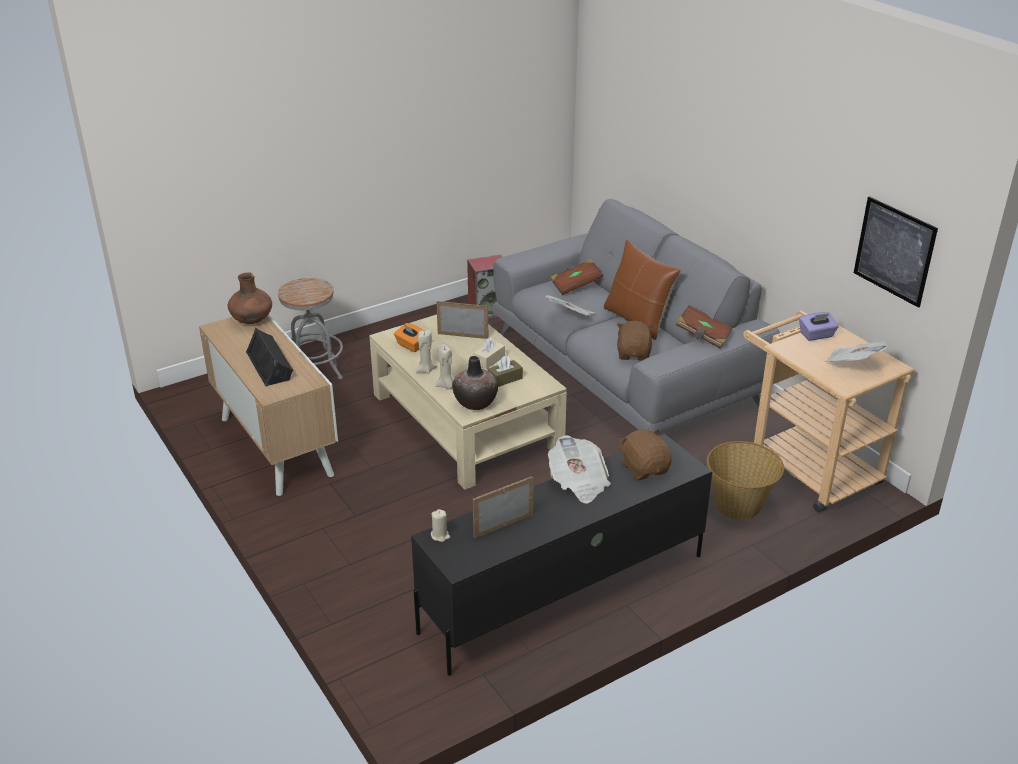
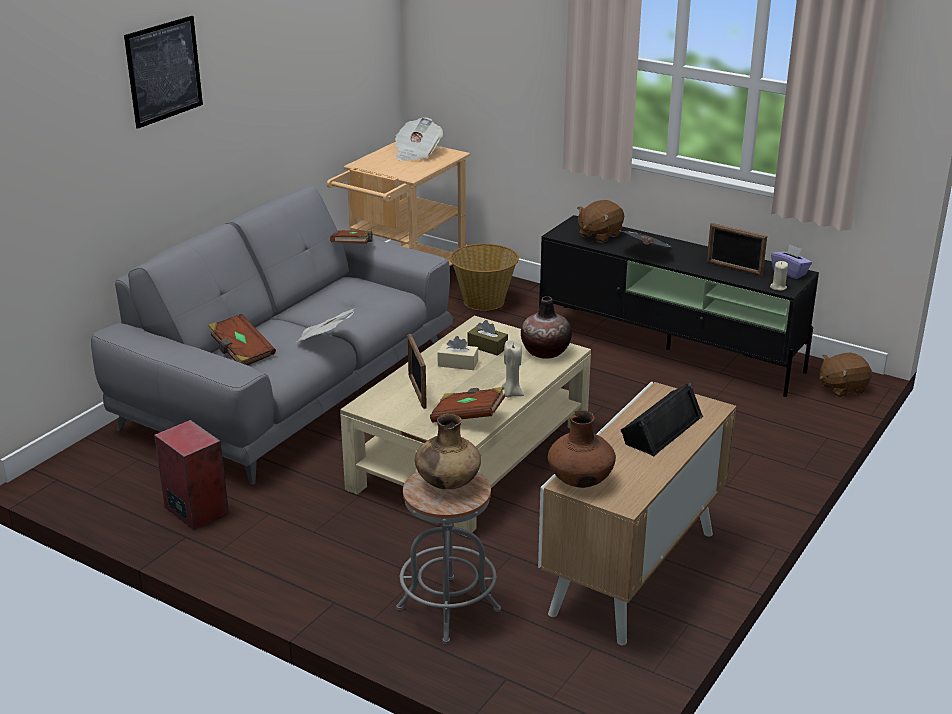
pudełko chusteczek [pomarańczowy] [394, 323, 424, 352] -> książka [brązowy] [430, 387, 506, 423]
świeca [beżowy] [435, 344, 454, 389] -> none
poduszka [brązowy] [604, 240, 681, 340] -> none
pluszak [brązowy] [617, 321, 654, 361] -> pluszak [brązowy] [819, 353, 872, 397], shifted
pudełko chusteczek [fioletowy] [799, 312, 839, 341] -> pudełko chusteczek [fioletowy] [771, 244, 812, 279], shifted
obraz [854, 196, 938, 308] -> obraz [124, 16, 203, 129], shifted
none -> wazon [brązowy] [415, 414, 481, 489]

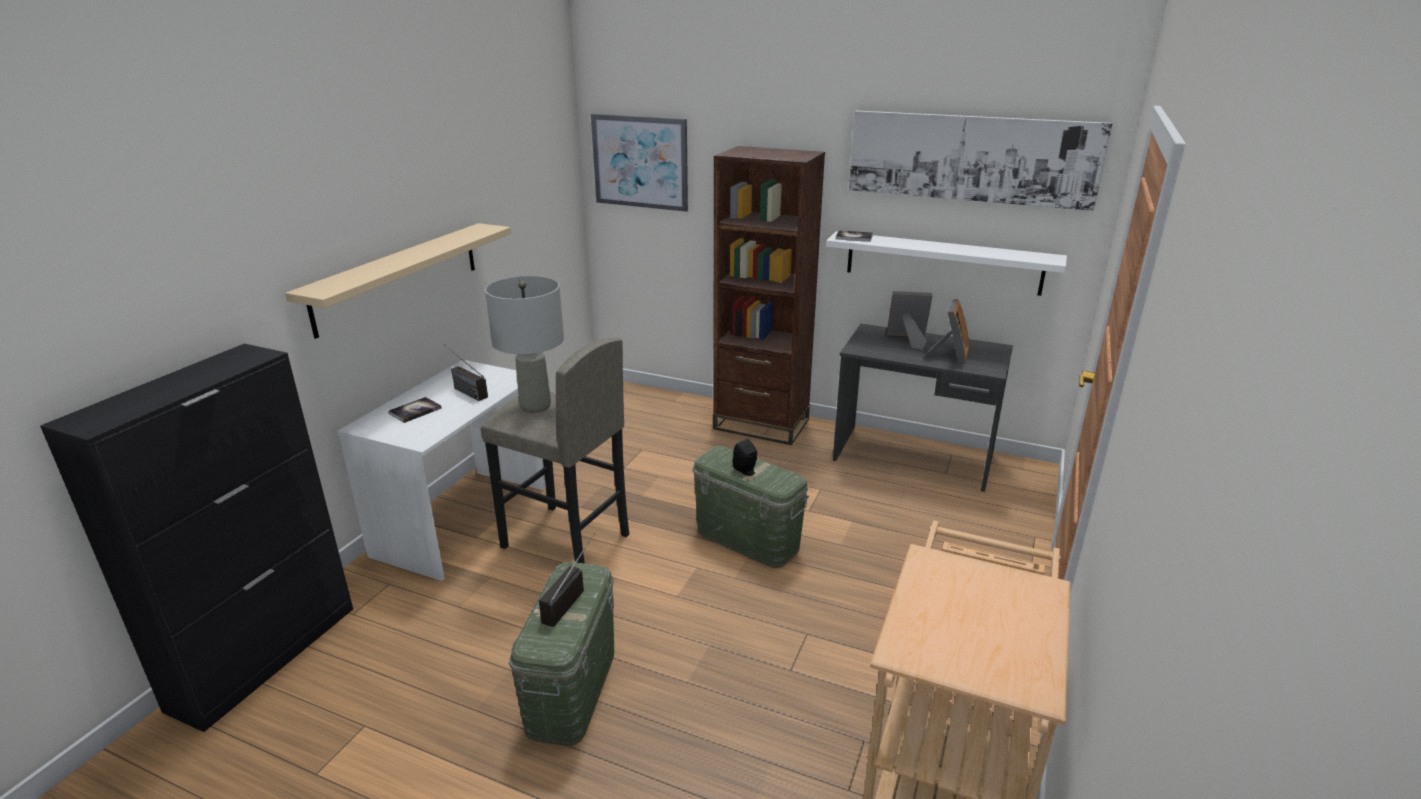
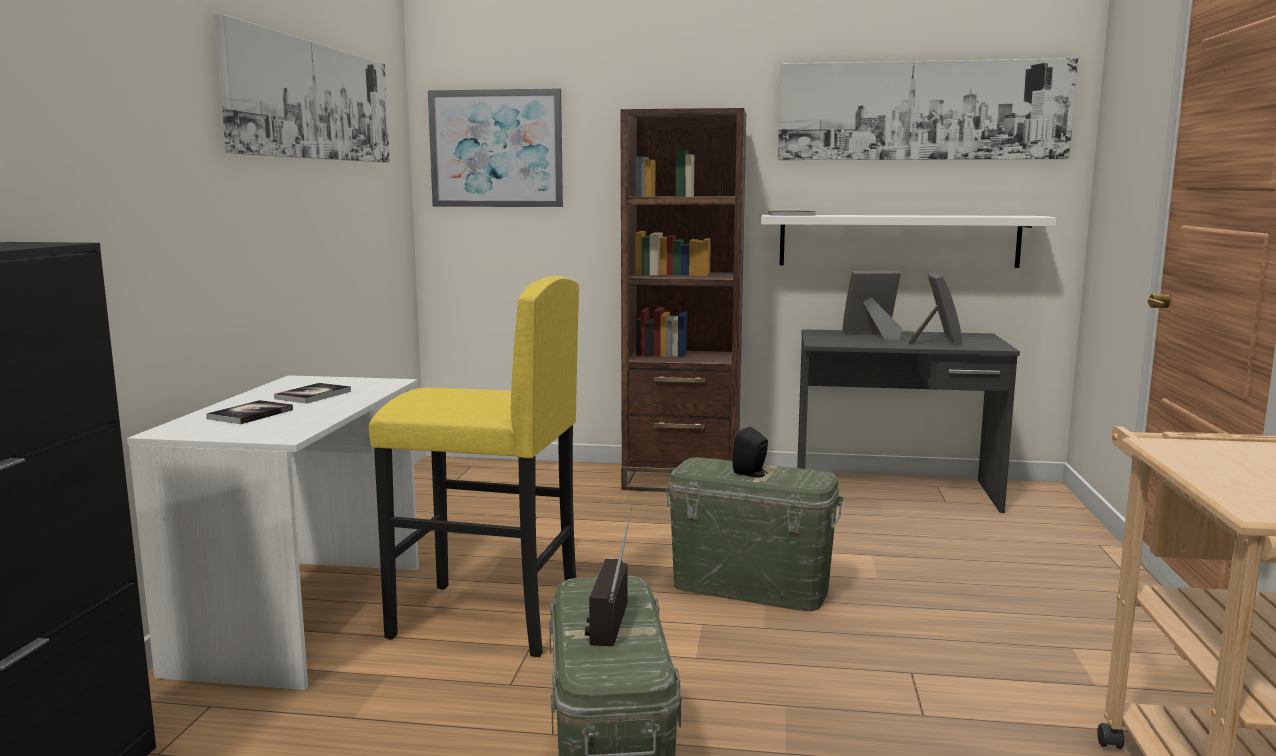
półka [beżowy] [285, 223, 511, 339] -> none
radio [444, 344, 488, 401] -> książka [274, 383, 351, 404]
stołek [szary] [480, 338, 629, 563] -> stołek [żółty] [369, 276, 579, 657]
lampa stołowa [szary] [485, 276, 564, 413] -> none
none -> obraz [214, 14, 390, 162]

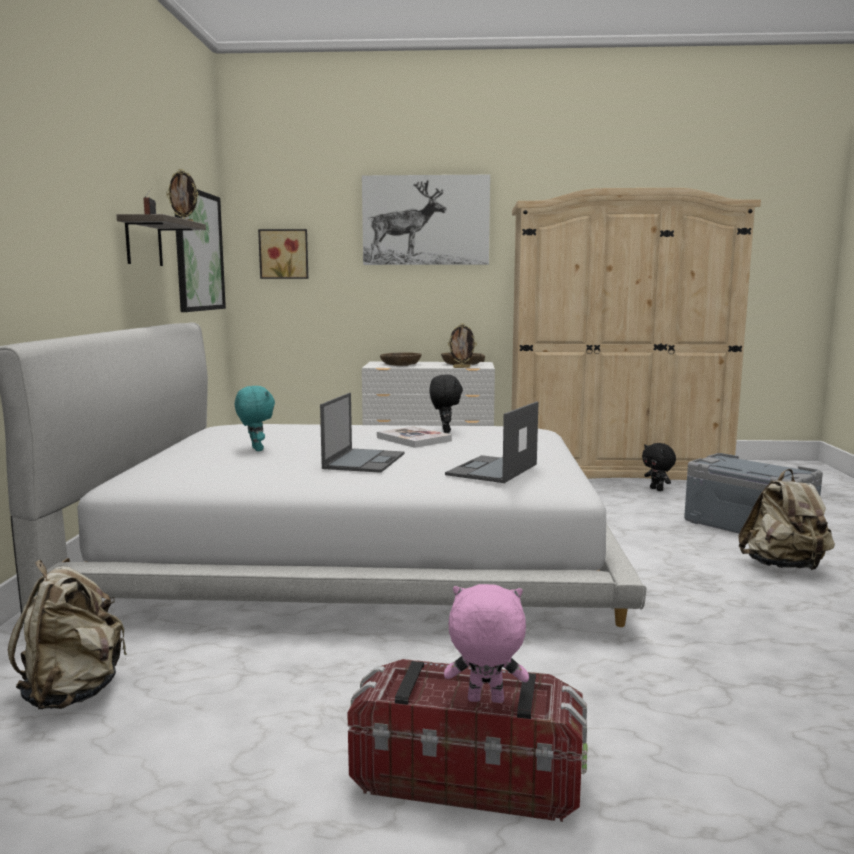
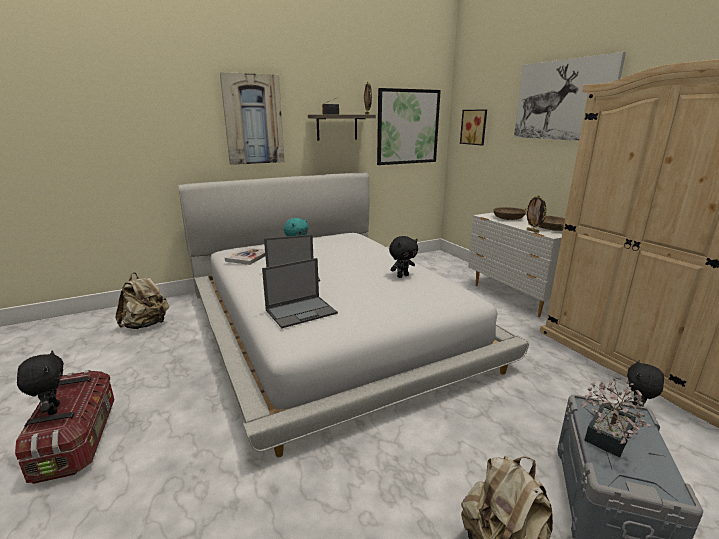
książka [377, 426, 452, 448] -> książka [225, 247, 265, 265], shifted
pluszak [różowy] [444, 584, 529, 703] -> pluszak [czarny] [17, 350, 64, 415]
laptop [445, 401, 538, 483] -> laptop [262, 258, 338, 328], 150 degrees clockwise
none -> obraz [220, 72, 284, 165]
none -> roślina doniczkowa [582, 377, 651, 458]

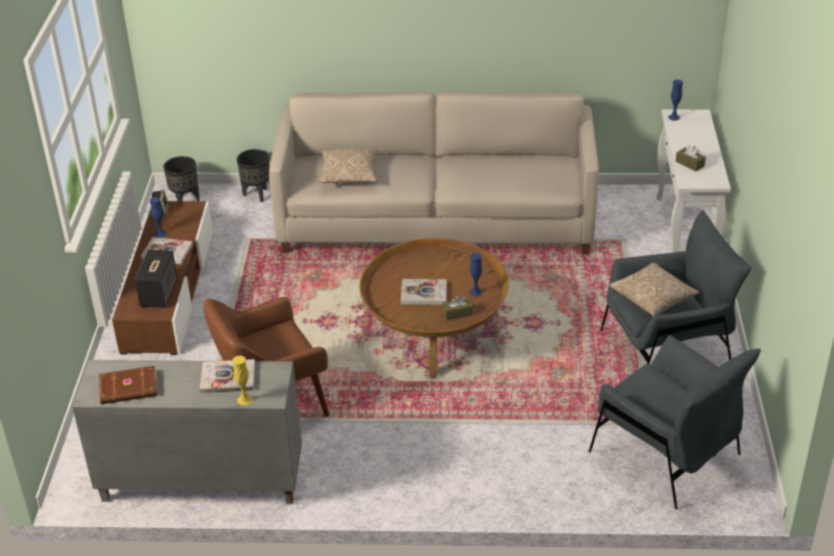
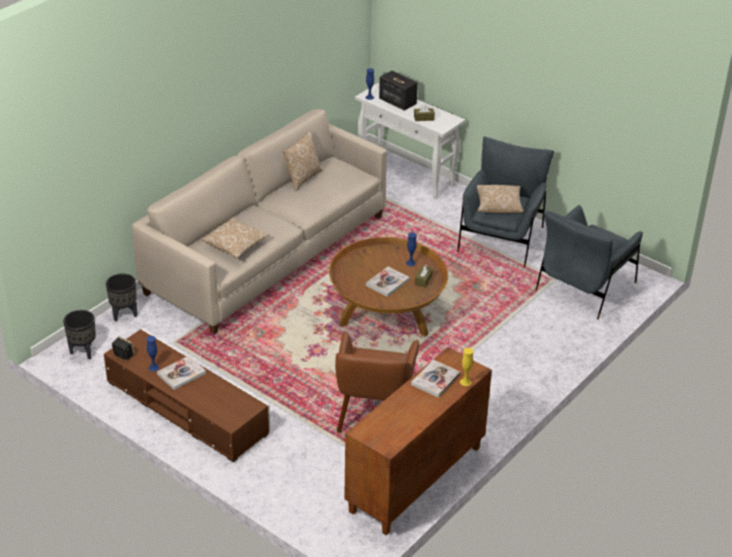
szafka [szary] [72, 360, 302, 504] -> szafka [brązowy] [344, 347, 492, 536]
książka [brązowy] [99, 366, 157, 404] -> none
głośnik [135, 250, 177, 308] -> głośnik [379, 71, 418, 111], shifted
fotel [szary] [589, 335, 761, 510] -> fotel [szary] [536, 205, 643, 319], 135 degrees clockwise
none -> poduszka [283, 131, 322, 191]

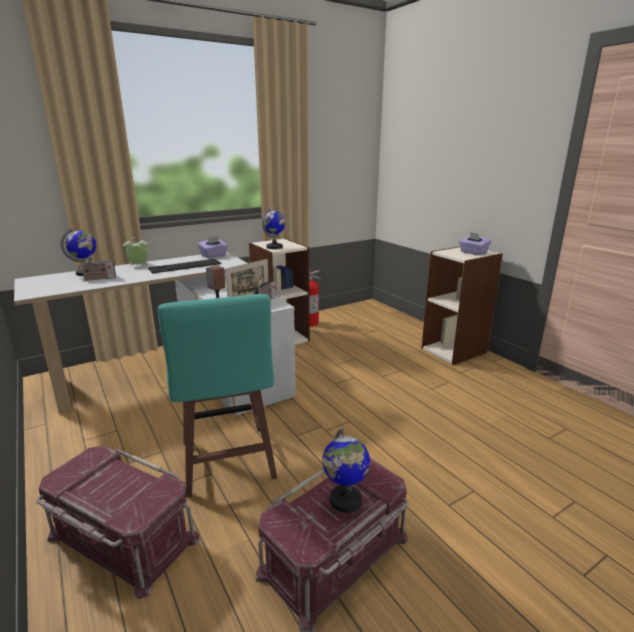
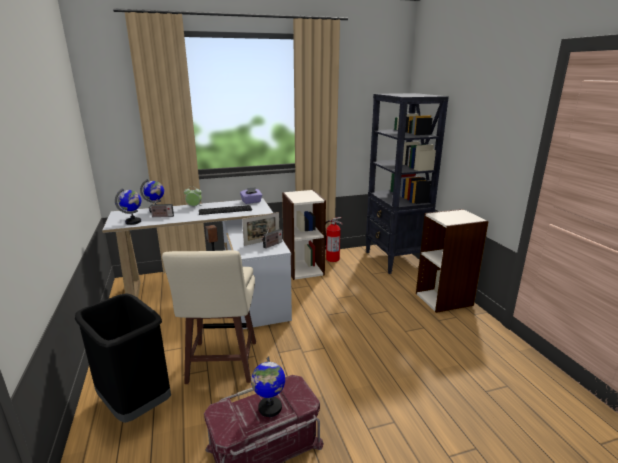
pojemnik do przechowywania [czerwony] [36, 445, 199, 599] -> kosz na śmieci [czarny] [75, 293, 171, 423]
stołek [turkusowy] [158, 294, 277, 498] -> stołek [beżowy] [162, 250, 256, 384]
globus [262, 208, 286, 249] -> globus [115, 188, 141, 225], shifted
pudełko chusteczek [fioletowy] [459, 232, 491, 255] -> none
none -> regał [czarny] [366, 93, 449, 274]

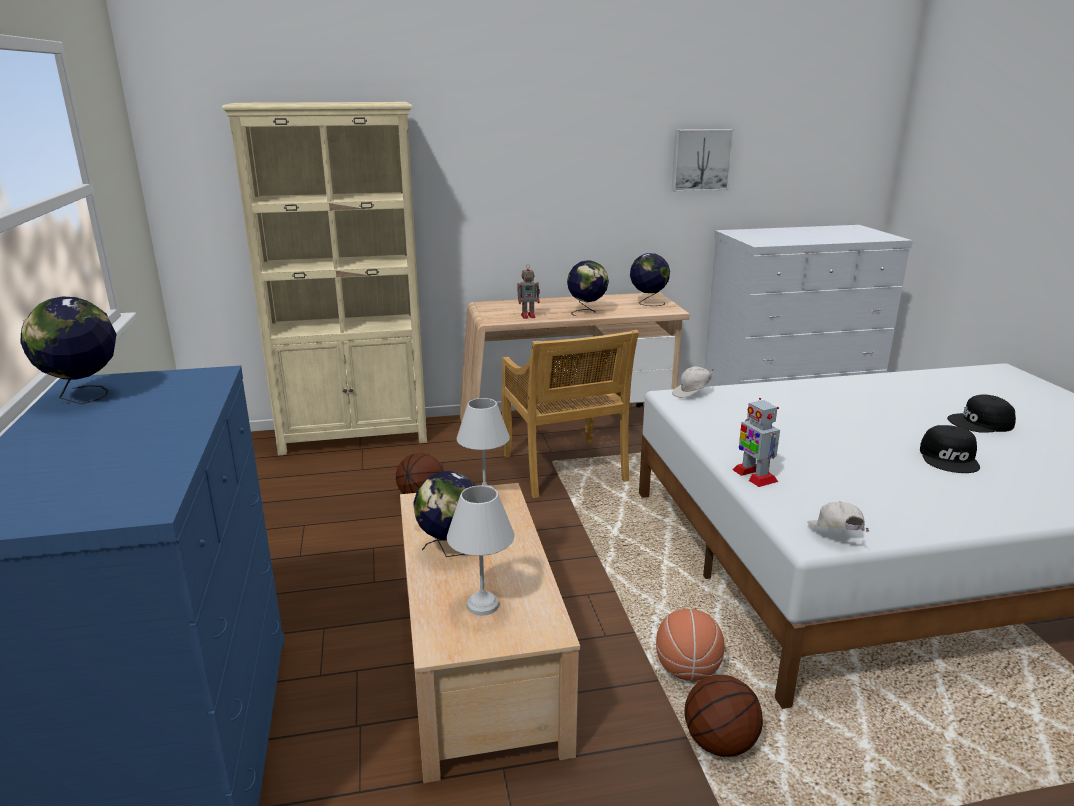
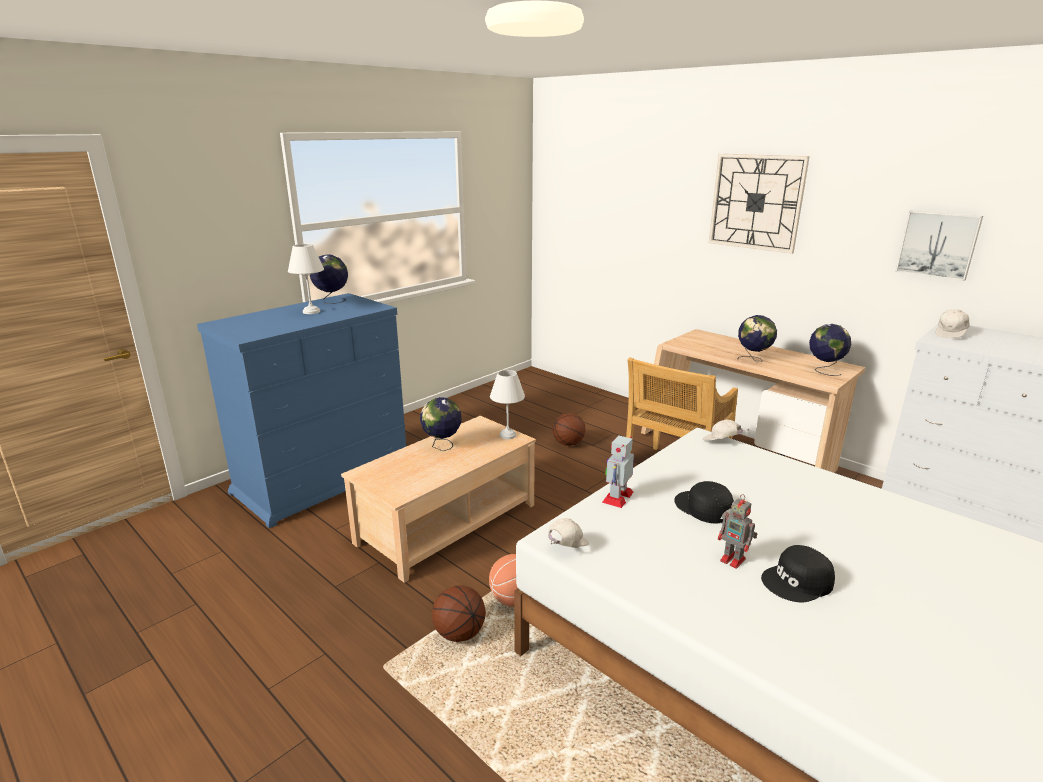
regał [beżowy] [222, 102, 427, 456] -> none
lampa stołowa [biały] [447, 485, 514, 616] -> lampa stołowa [biały] [288, 244, 324, 314], shifted
robot zabawkowy [517, 264, 540, 319] -> robot zabawkowy [718, 494, 758, 569], shifted
czapka z daszkiem [czarny] [947, 394, 1016, 433] -> czapka z daszkiem [czarny] [674, 481, 734, 524], shifted
none -> zegar ścienny [709, 154, 810, 254]
none -> czapka z daszkiem [biały] [935, 310, 970, 338]

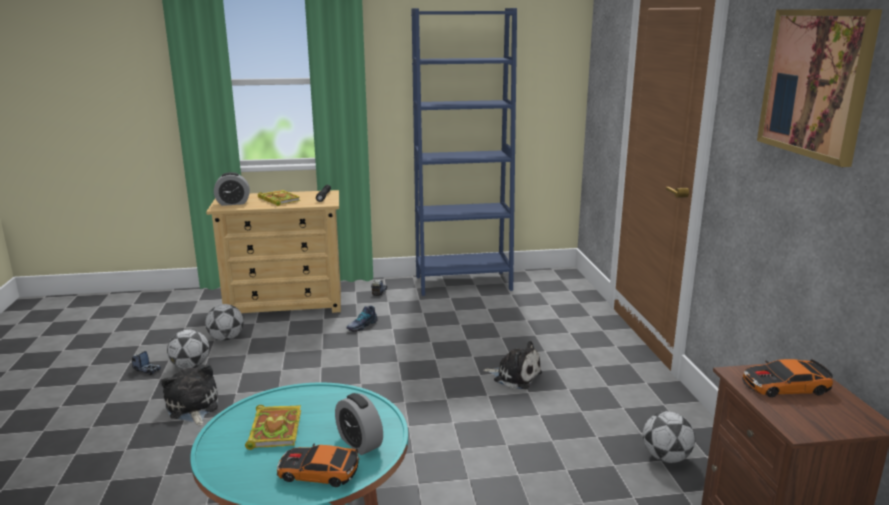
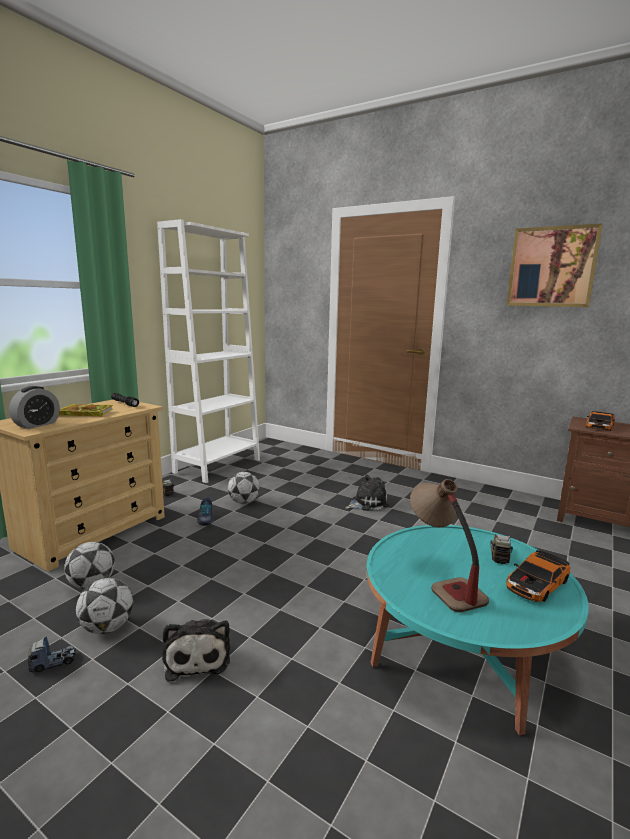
pluszak [162, 364, 218, 426] -> pluszak [162, 619, 230, 682], 120 degrees counterclockwise
książka [245, 405, 301, 450] -> lampa stołowa [410, 479, 489, 613]
budzik [335, 393, 383, 455] -> ciężarówka zabawkowa [490, 534, 513, 564]
regał [niebieski] [411, 8, 517, 296] -> regał [biały] [157, 219, 260, 483]
piłka futbolowa [643, 411, 695, 463] -> piłka futbolowa [228, 472, 260, 504], shifted

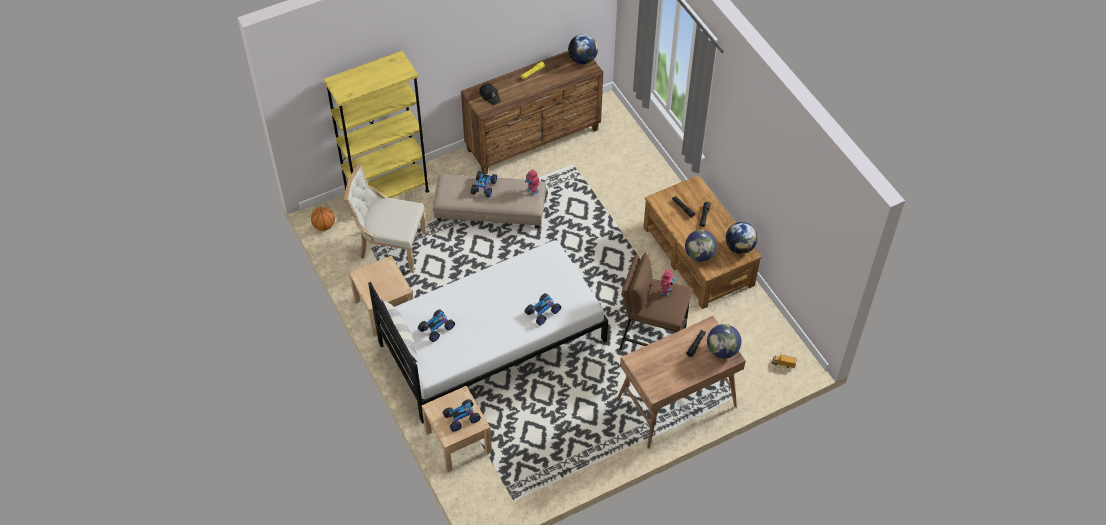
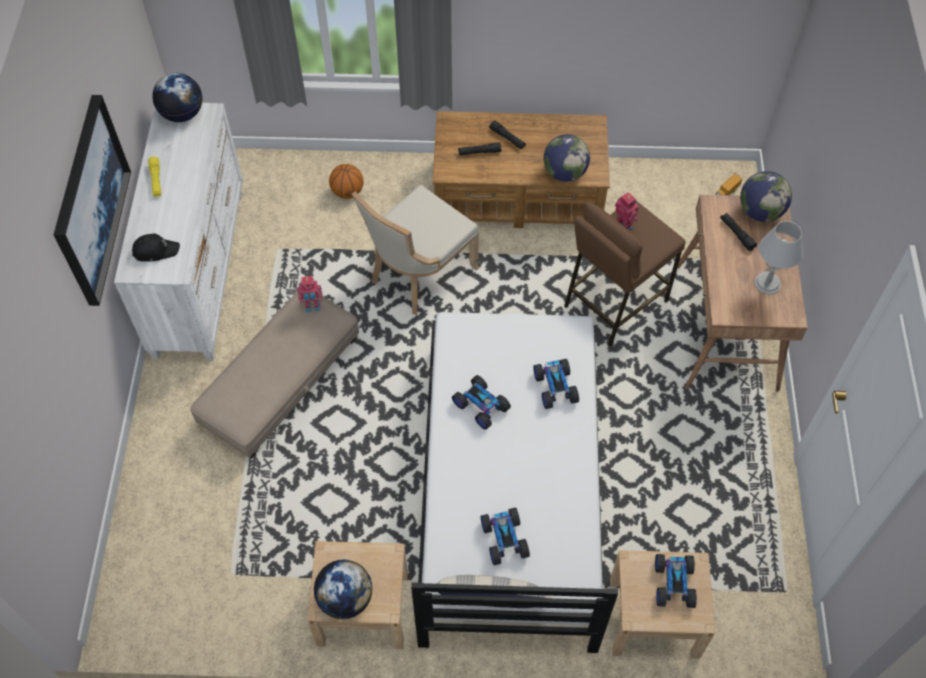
piłka do koszykówki [311, 207, 335, 231] -> piłka do koszykówki [329, 164, 363, 199], shifted
regał [żółty] [323, 50, 429, 198] -> none
krzesło [beżowy] [344, 163, 428, 273] -> krzesło [beżowy] [352, 185, 479, 315], shifted
komoda [brązowy] [461, 51, 603, 174] -> komoda [biały] [114, 103, 243, 361]
samochodzik [471, 171, 497, 198] -> samochodzik [452, 375, 511, 430], shifted
globus [726, 222, 758, 254] -> globus [314, 560, 373, 619], shifted
none -> obraz [54, 95, 131, 306]
none -> lampa stołowa [szary] [755, 221, 803, 294]

